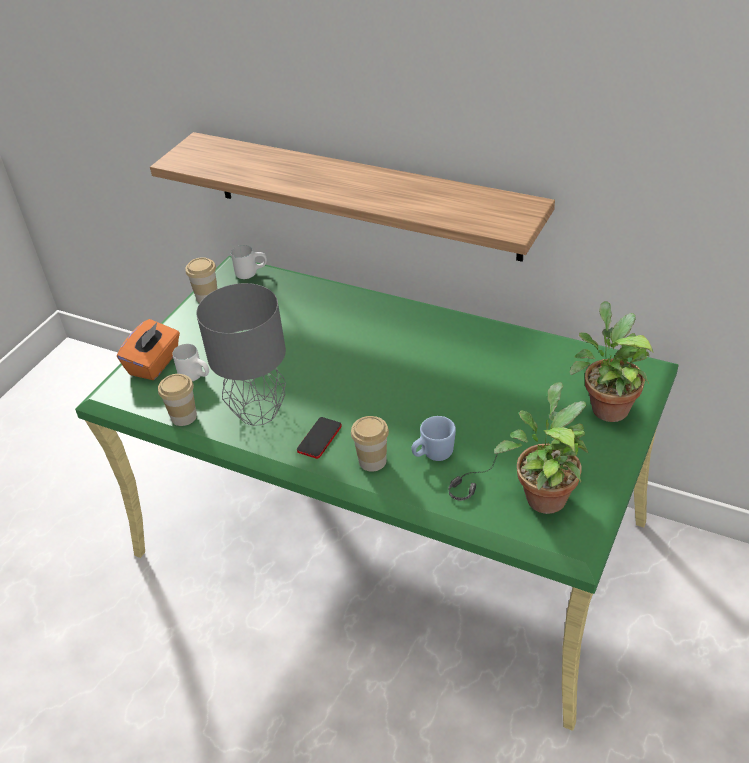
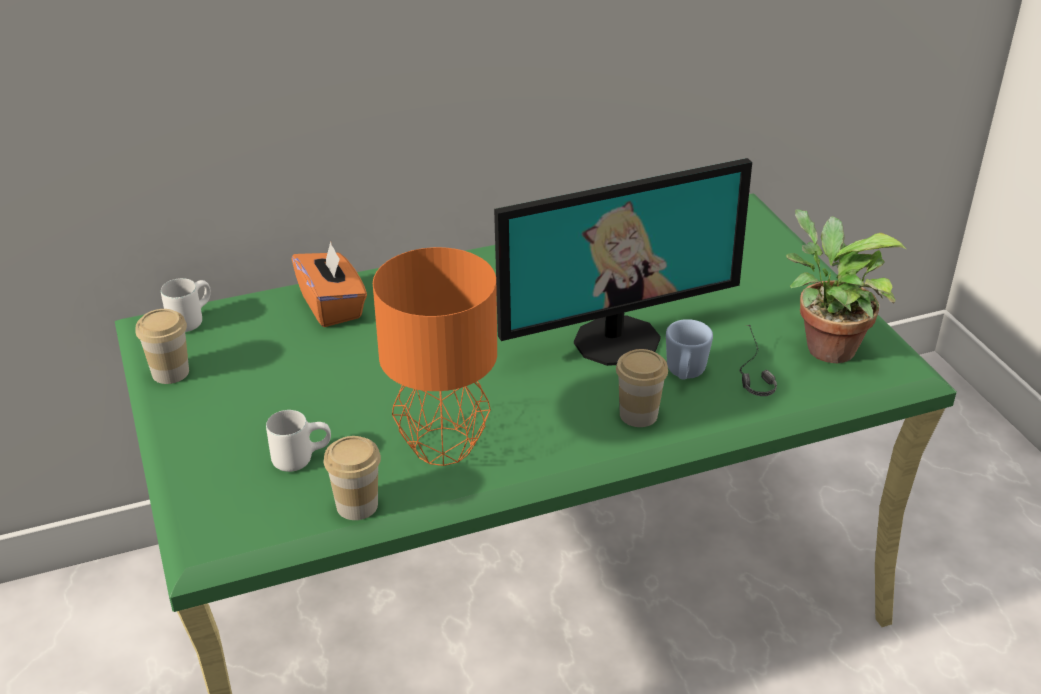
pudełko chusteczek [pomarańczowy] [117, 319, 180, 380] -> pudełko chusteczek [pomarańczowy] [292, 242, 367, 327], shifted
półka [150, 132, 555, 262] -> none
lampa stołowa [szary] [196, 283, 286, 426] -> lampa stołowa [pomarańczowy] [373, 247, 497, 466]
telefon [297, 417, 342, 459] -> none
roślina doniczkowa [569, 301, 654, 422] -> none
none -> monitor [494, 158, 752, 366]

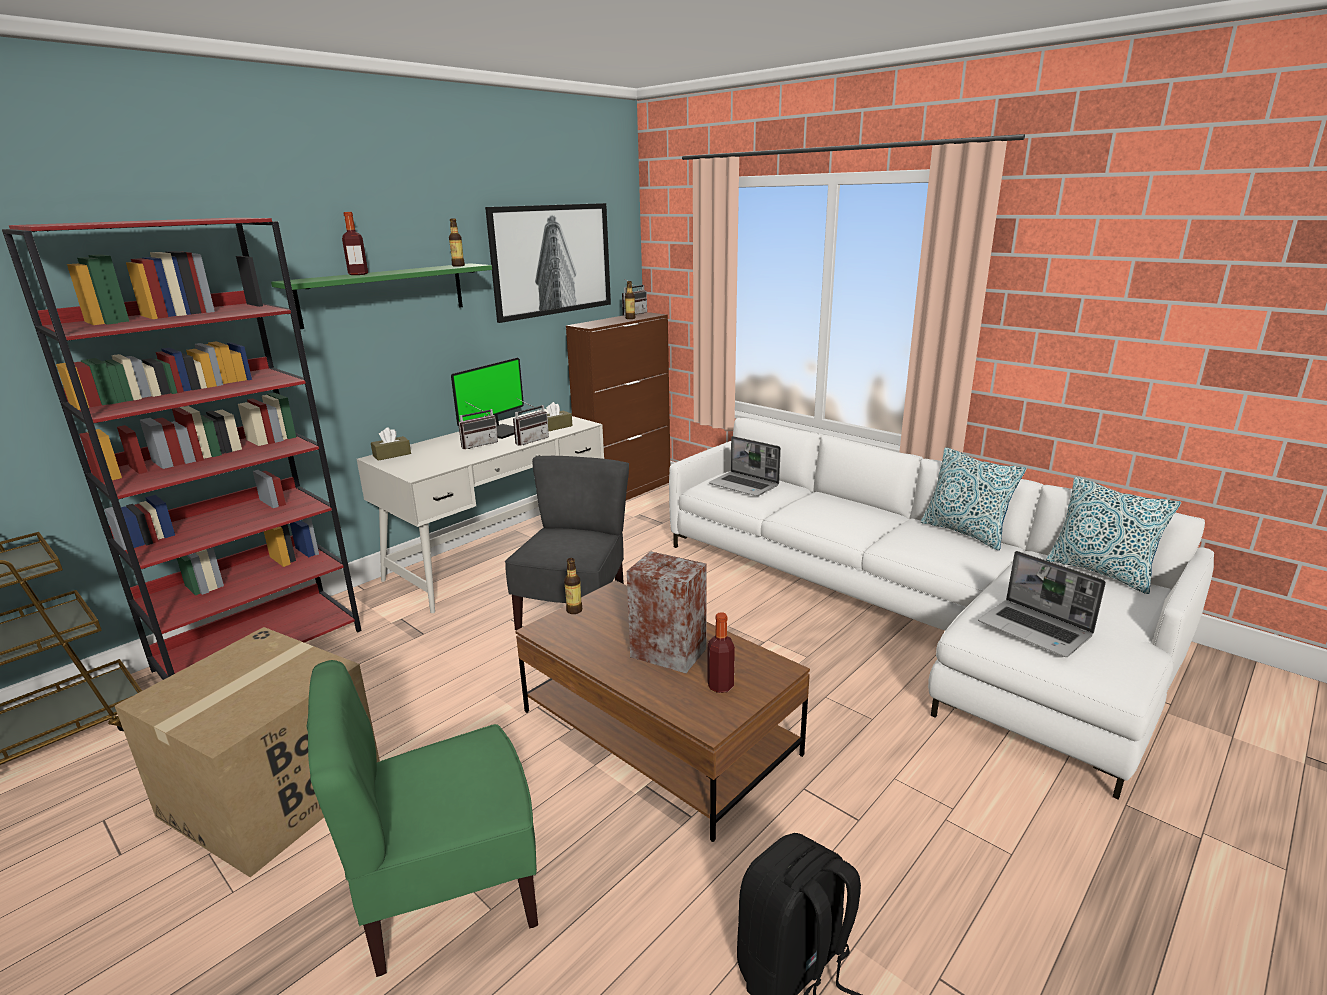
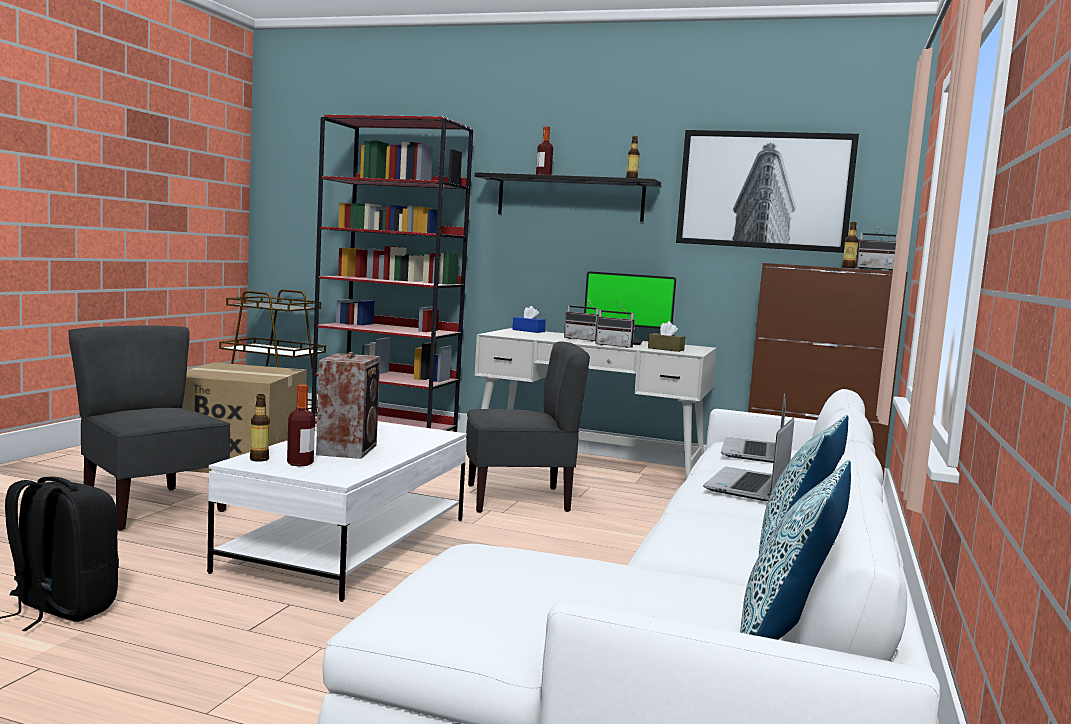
półka [zielony] [271, 263, 492, 329] -> półka [czarny] [475, 172, 661, 222]
krzesło [zielony] [307, 660, 538, 977] -> krzesło [szary] [68, 326, 231, 531]
pudełko chusteczek [brązowy] [371, 427, 411, 461] -> pudełko chusteczek [niebieski] [512, 306, 546, 333]
ława [brązowy] [515, 580, 810, 842] -> ława [biały] [207, 421, 467, 602]
butelka [564, 558, 583, 614] -> butelka [250, 394, 270, 462], shifted
laptop [978, 551, 1106, 657] -> laptop [703, 418, 794, 501], shifted

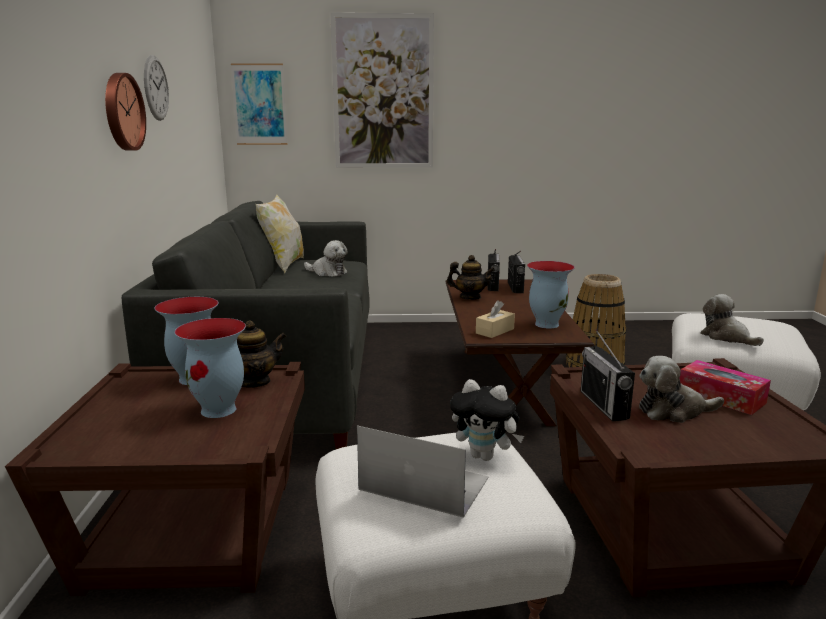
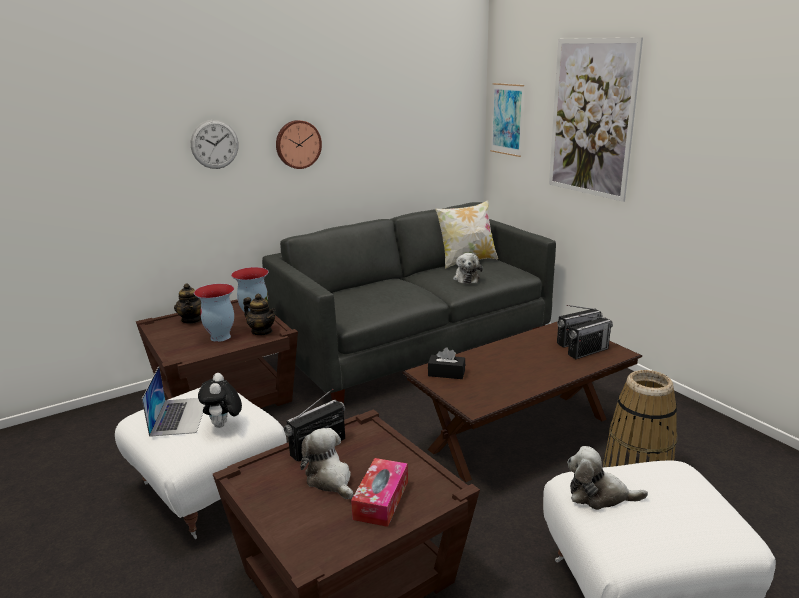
zegar ścienny [144, 55, 169, 121] -> zegar ścienny [191, 120, 238, 169], shifted
imbryk [447, 255, 495, 300] -> imbryk [174, 283, 201, 324], shifted
pudełko chusteczek [beżowy] [476, 300, 515, 338] -> pudełko chusteczek [czarny] [428, 347, 465, 379]
wazon [527, 261, 575, 328] -> none
pluszak [700, 294, 764, 346] -> pluszak [567, 446, 648, 510], 105 degrees counterclockwise

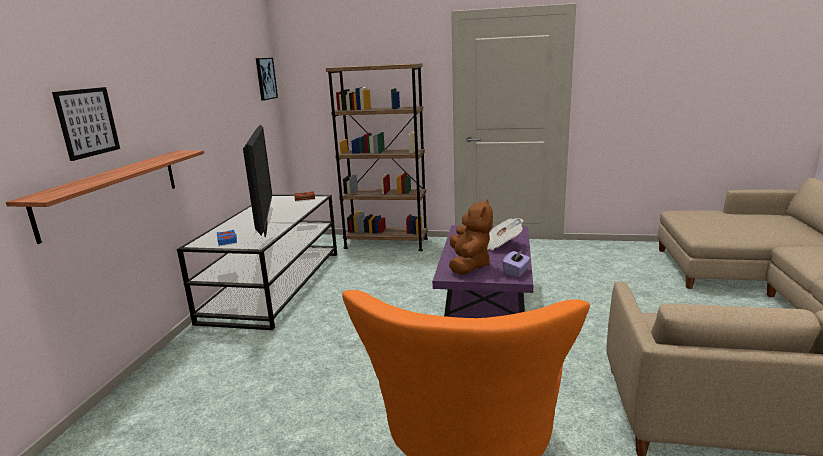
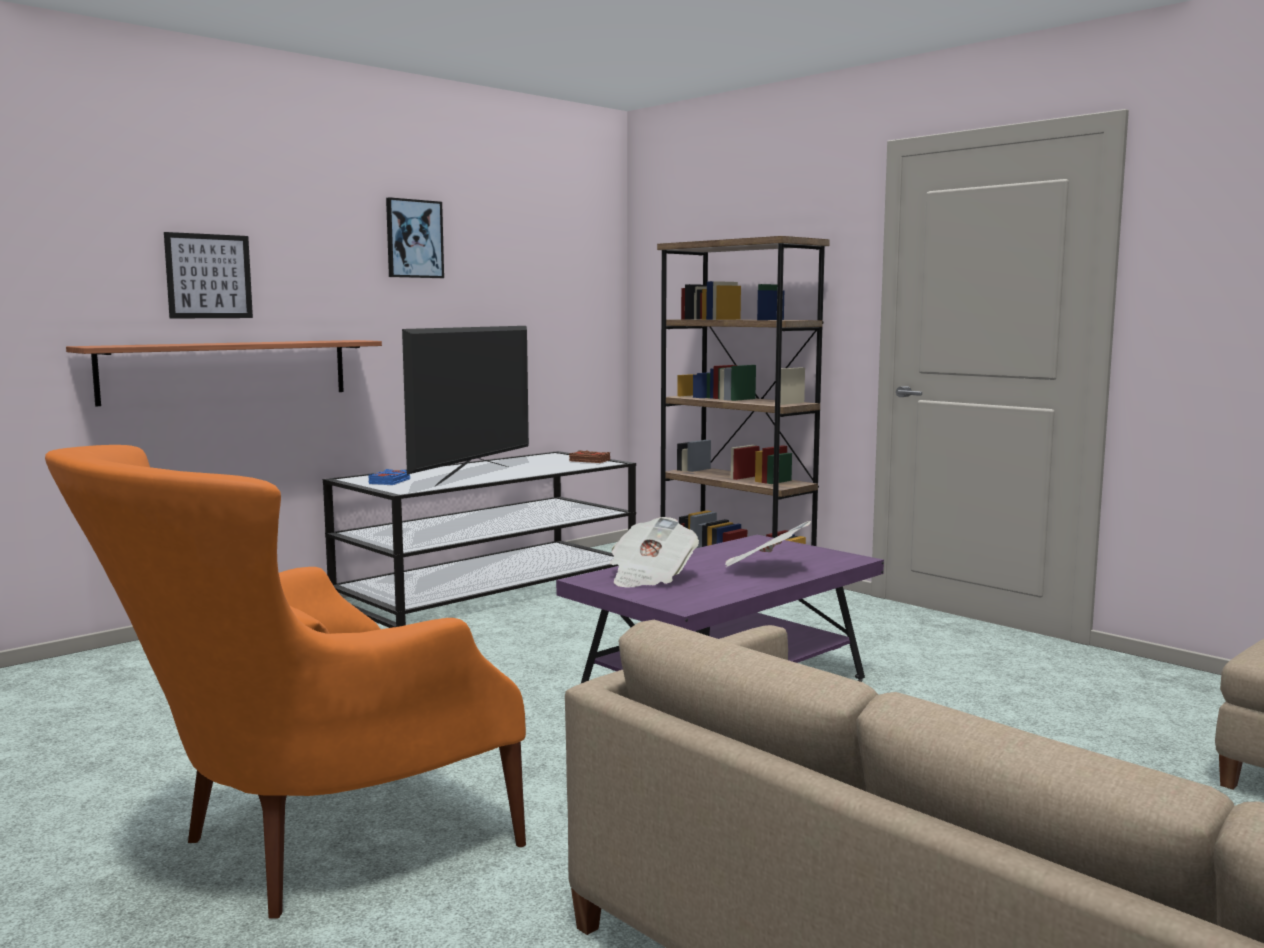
obraz [256, 58, 278, 101] -> obraz [386, 197, 444, 278], shifted
pluszak [brązowy] [449, 199, 493, 275] -> gazeta [610, 517, 699, 588]
pudełko chusteczek [fioletowy] [502, 249, 531, 278] -> none

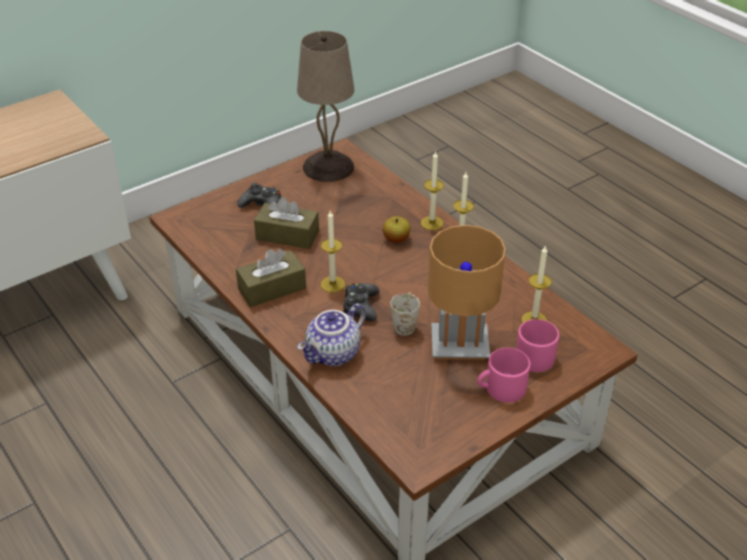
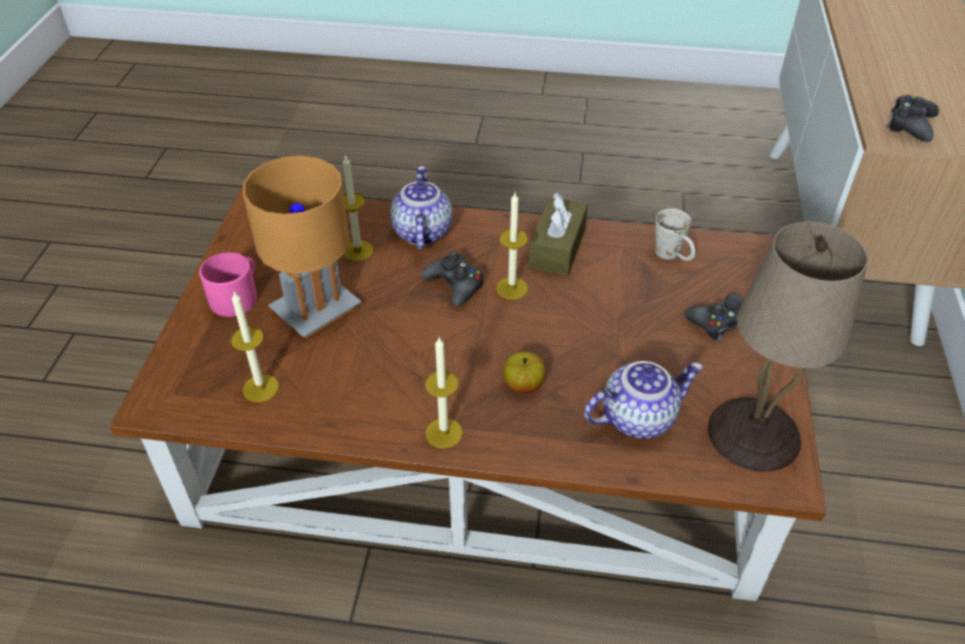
pudełko chusteczek [brązowy] [254, 197, 319, 249] -> none
kubek [biały] [390, 292, 420, 336] -> kubek [biały] [655, 209, 695, 261], shifted
świeca [421, 151, 444, 230] -> świeca [343, 155, 374, 261], shifted
kubek [różowy] [516, 319, 559, 372] -> none
none -> imbryk [584, 361, 703, 439]
none -> pad do gier [czarny] [886, 95, 939, 142]

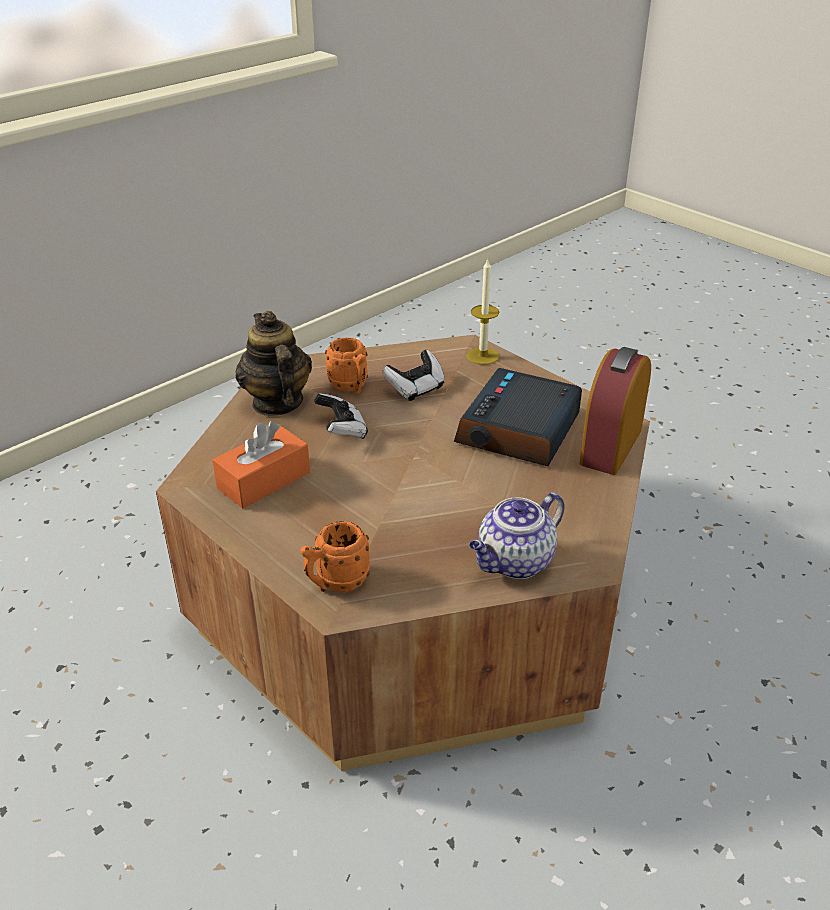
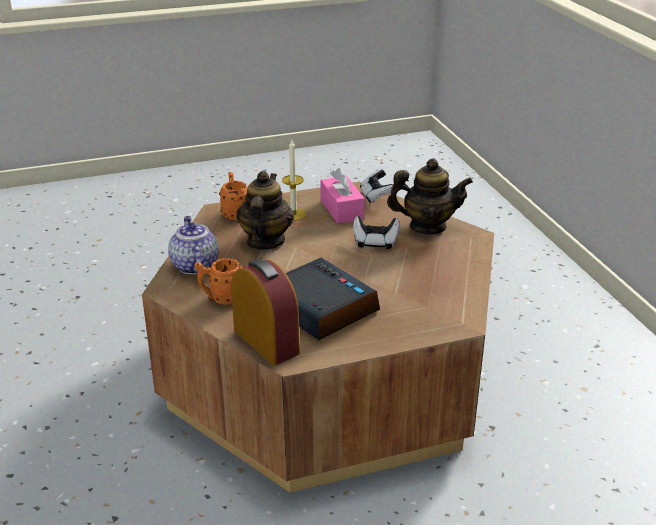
pudełko chusteczek [pomarańczowy] [213, 421, 310, 509] -> pudełko chusteczek [różowy] [320, 168, 365, 223]
kubek [pomarańczowy] [325, 337, 368, 394] -> kubek [pomarańczowy] [194, 258, 242, 305], shifted
pad do gier [382, 350, 445, 401] -> pad do gier [360, 169, 393, 203], shifted
świeca [467, 258, 499, 365] -> świeca [282, 140, 306, 221], shifted
none -> imbryk [236, 171, 294, 250]

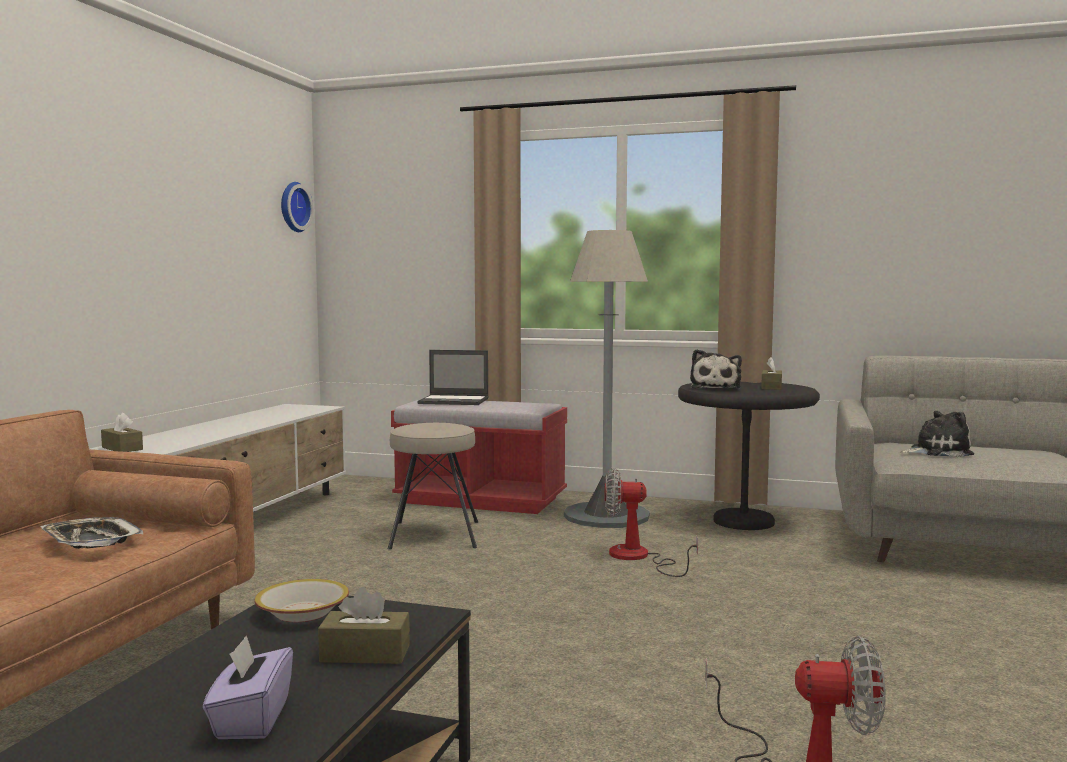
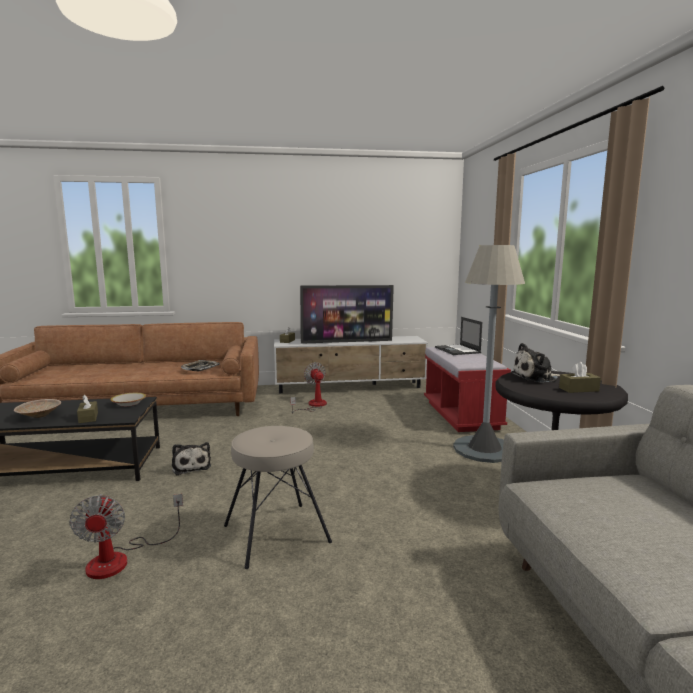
pudełko chusteczek [fioletowy] [203, 636, 293, 739] -> miska [beżowy] [14, 399, 61, 418]
zegar ścienny [281, 182, 313, 232] -> none
stołek [beżowy] [388, 423, 478, 550] -> stołek [beżowy] [224, 426, 332, 569], shifted
wentylator [605, 468, 698, 577] -> wentylator [290, 362, 327, 414], shifted
pluszak [899, 411, 974, 457] -> pluszak [172, 442, 211, 475], shifted
none -> telewizor [300, 285, 394, 344]

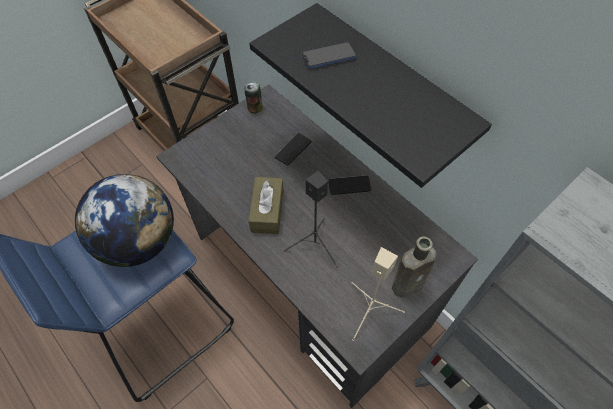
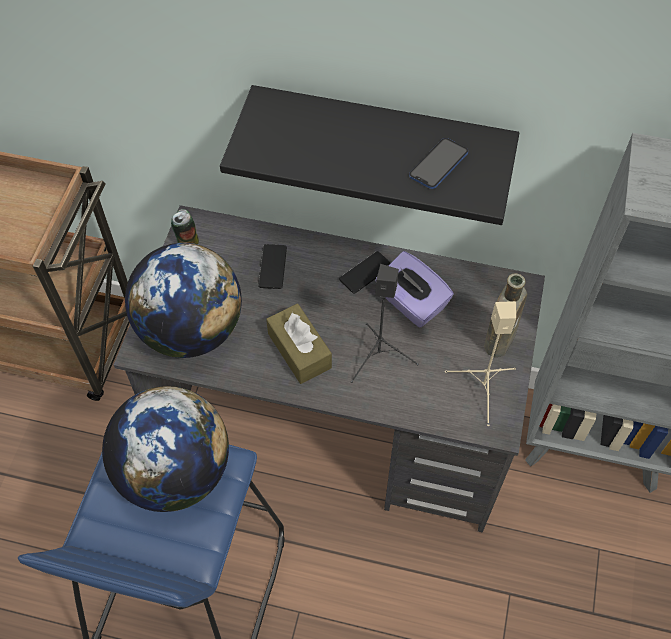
telefon [301, 41, 357, 69] -> telefon [409, 138, 468, 189], shifted
none -> globus [125, 243, 242, 358]
none -> pudełko chusteczek [fioletowy] [375, 251, 454, 328]

